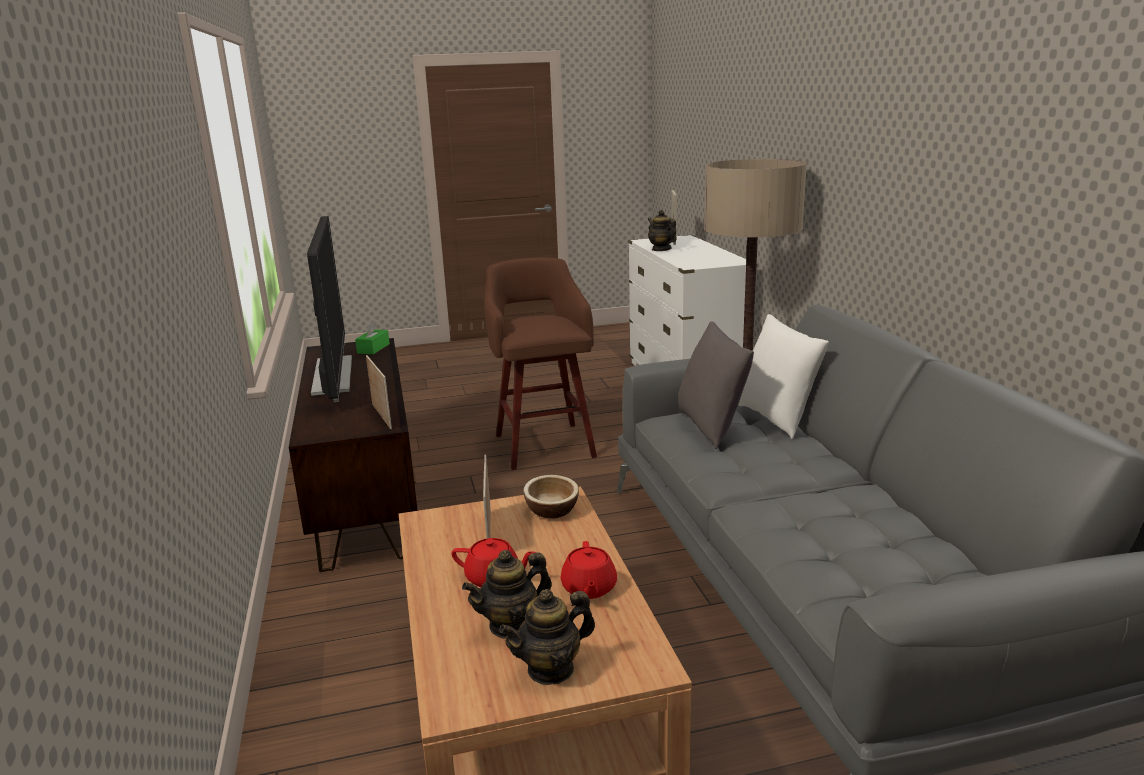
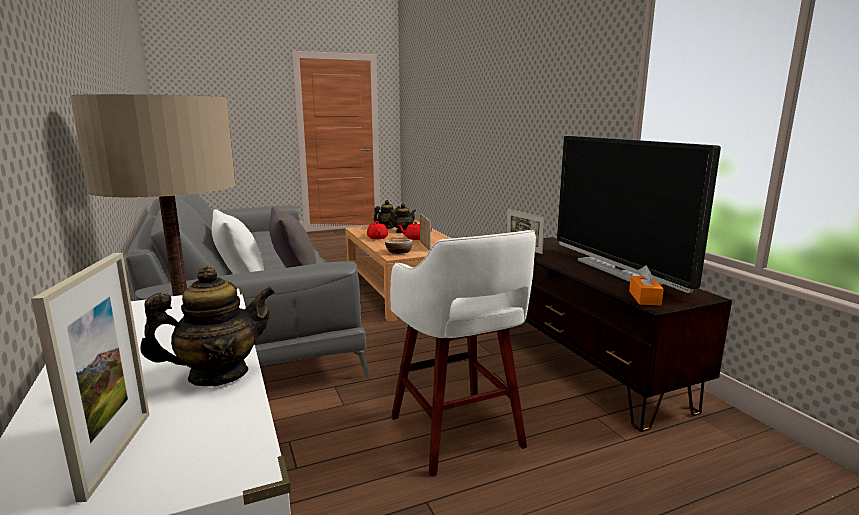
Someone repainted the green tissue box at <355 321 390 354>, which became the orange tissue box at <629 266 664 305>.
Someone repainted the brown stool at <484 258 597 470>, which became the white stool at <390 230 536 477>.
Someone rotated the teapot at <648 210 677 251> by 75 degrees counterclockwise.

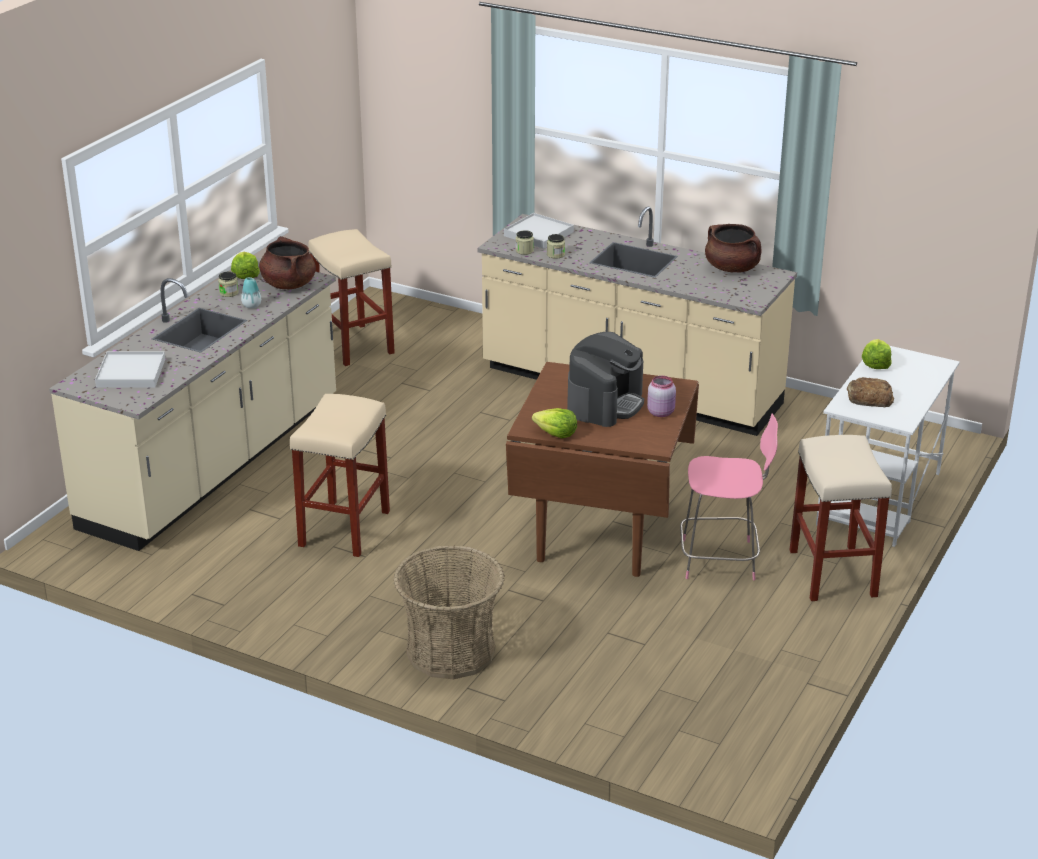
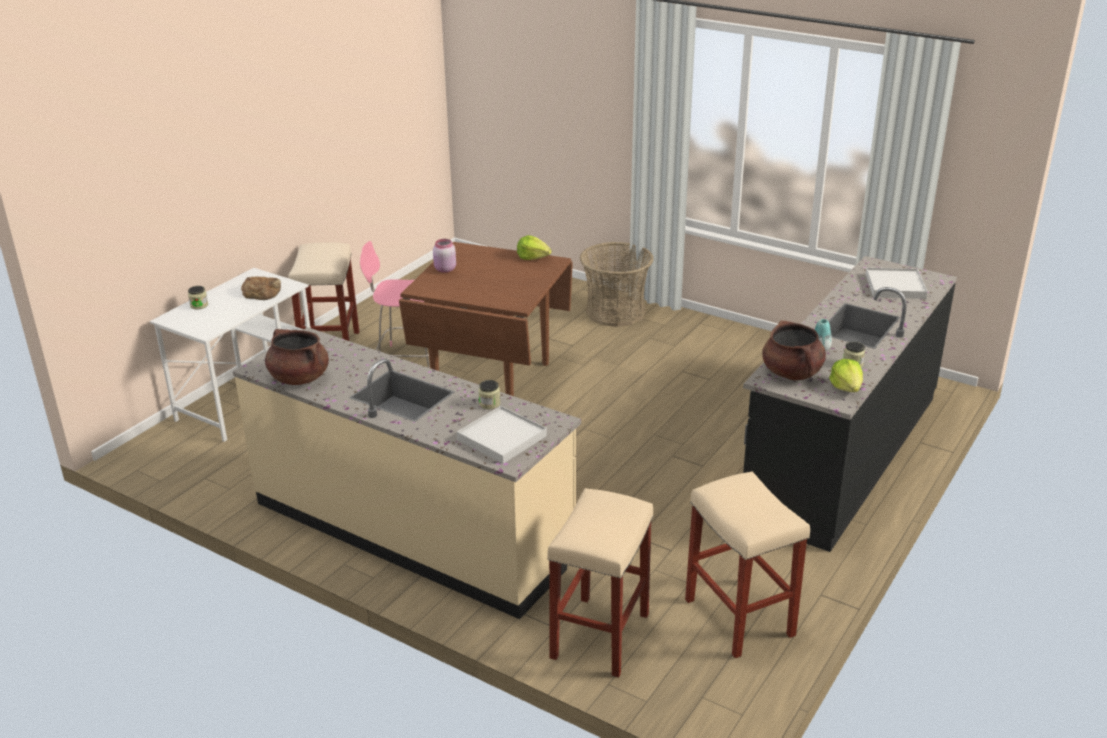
Someone repainted the beige counter at <49 257 336 551>, which became the black counter at <743 256 957 552>.
Someone carried the beige stool from <290 394 390 557> to <547 488 654 677>.
Someone carried the jar from <516 230 534 255> to <188 286 208 309>.
Someone took away the coffee machine at <567 332 644 427>.
Someone took away the lettuce at <862 339 892 369>.

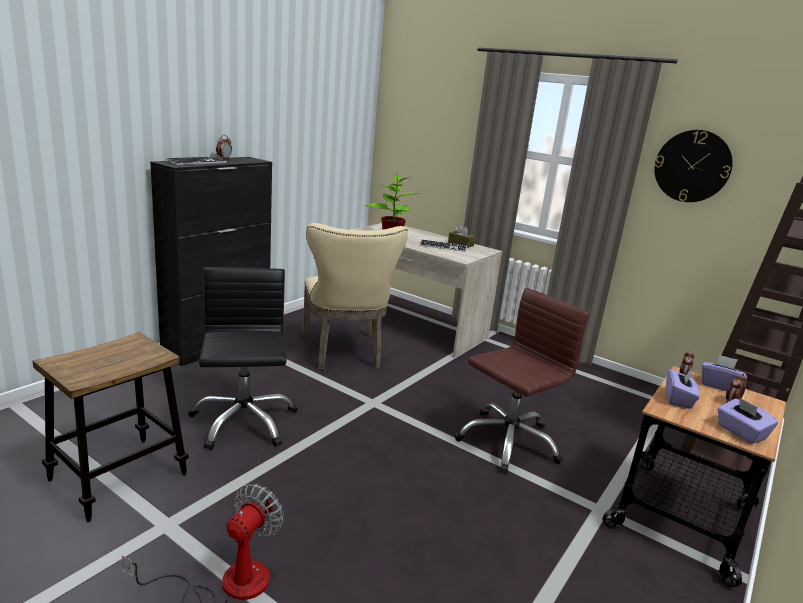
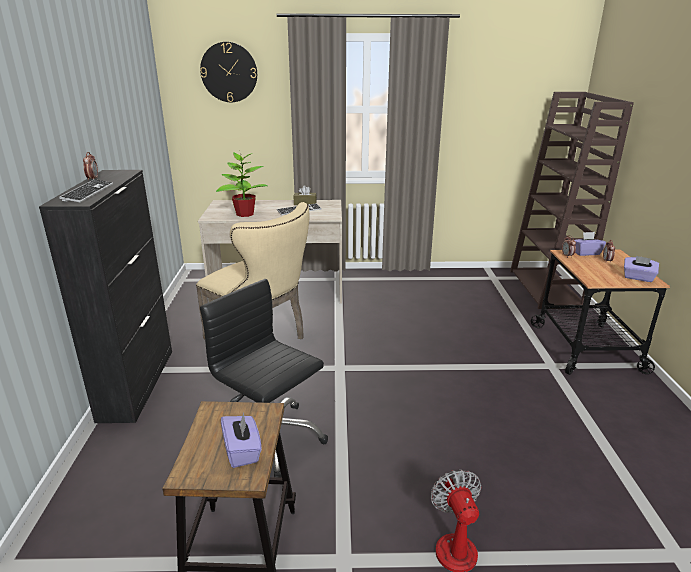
Someone took away the brown office chair at <455 288 589 473>.
Someone carried the wall clock from <654 130 733 202> to <200 42 257 102>.
Someone carried the purple tissue box from <666 369 700 409> to <221 413 262 468>.

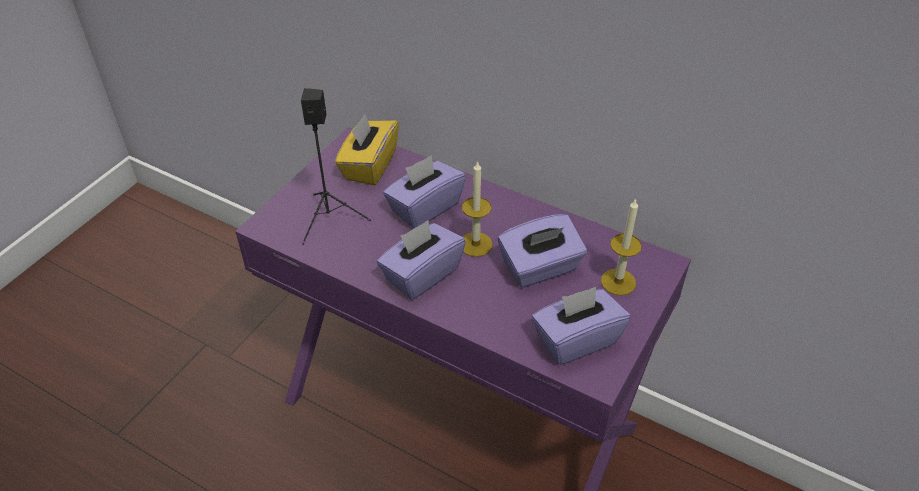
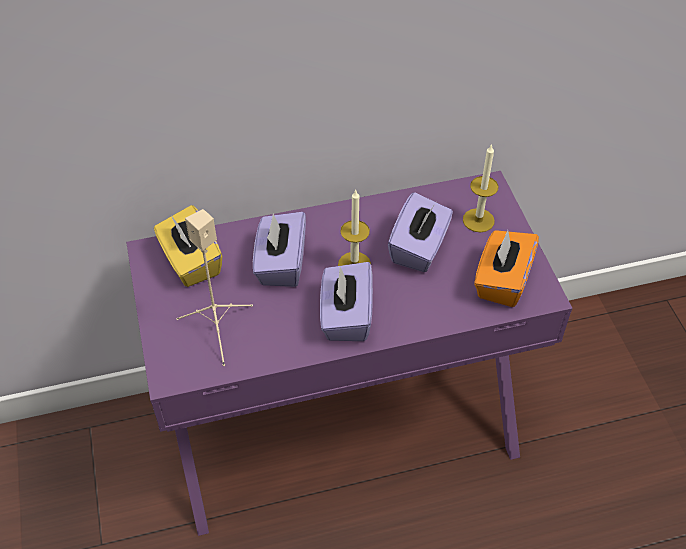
Someone repainted the black speaker at <301 88 371 245>, which became the beige speaker at <176 209 253 366>.
Someone repainted the purple tissue box at <532 287 630 365>, which became the orange tissue box at <474 230 539 307>.

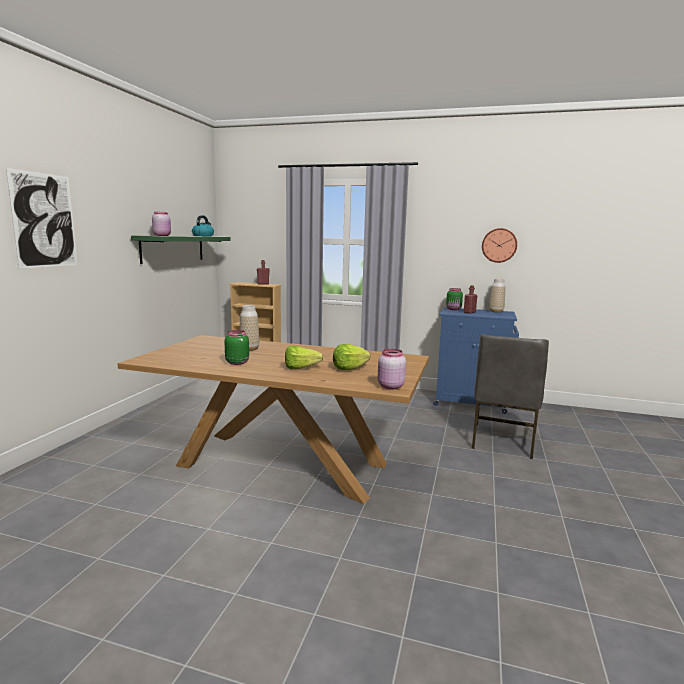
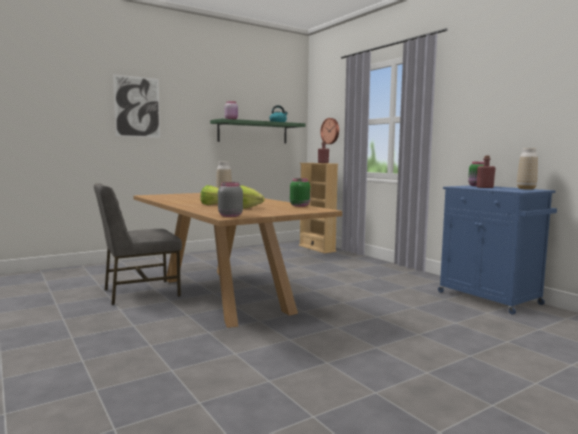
Someone carried the green jar from <225 330 249 365> to <290 178 310 207>.
Someone repainted the pink jar at <378 349 406 389>, which became the grey jar at <218 182 243 217>.
Someone carried the grey chair from <472 334 549 459> to <94 183 182 305>.
Someone carried the wall clock from <482 228 517 263> to <321 118 339 144>.

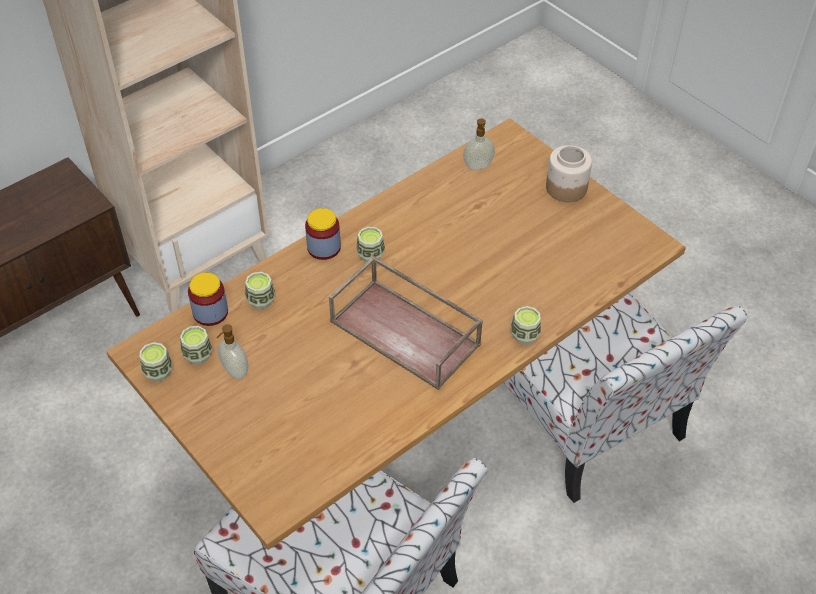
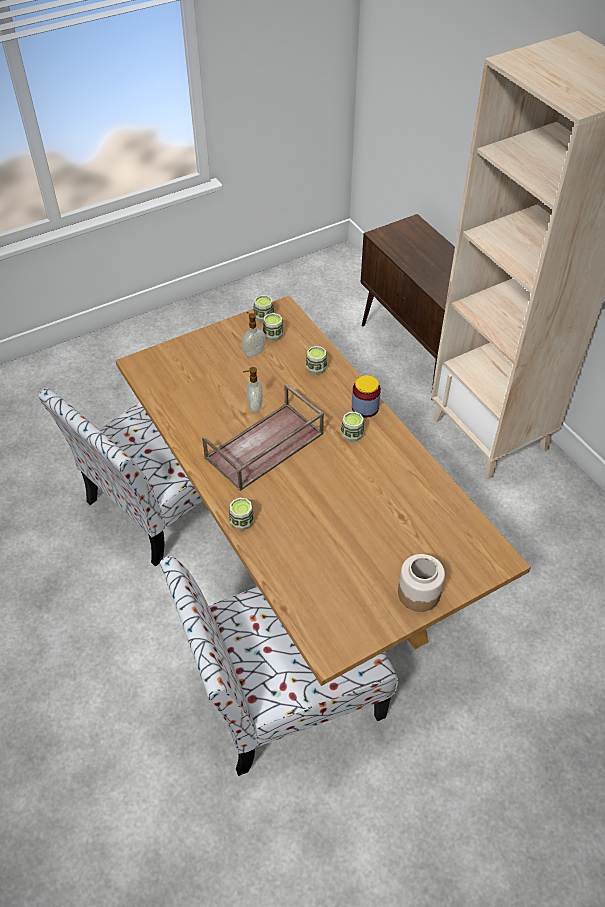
Someone took away the jar at <188 272 228 326>.
Someone carried the soap dispenser from <463 118 495 170> to <243 367 263 413>.

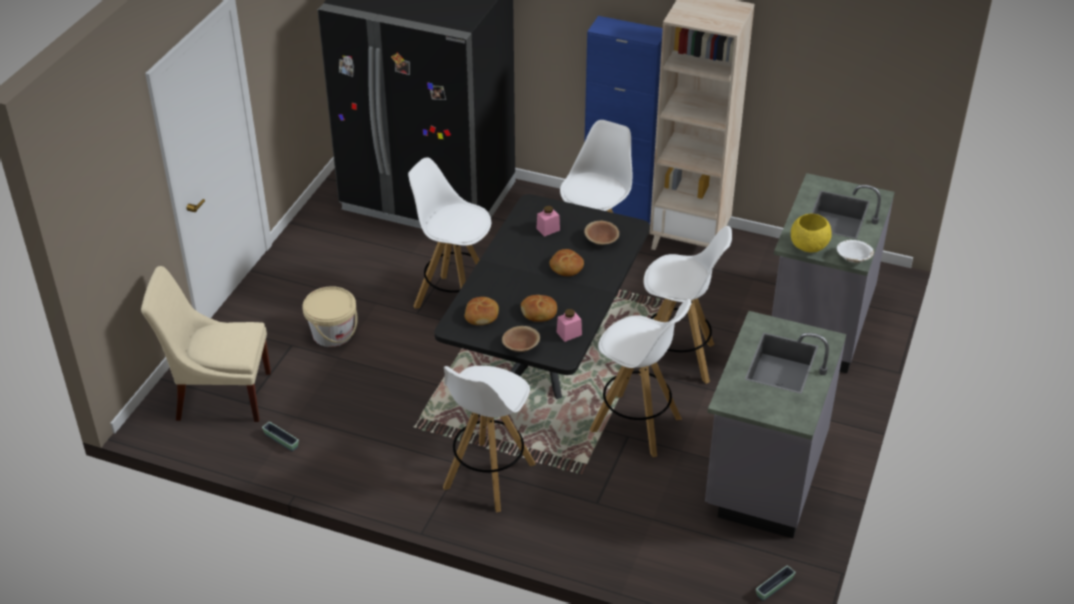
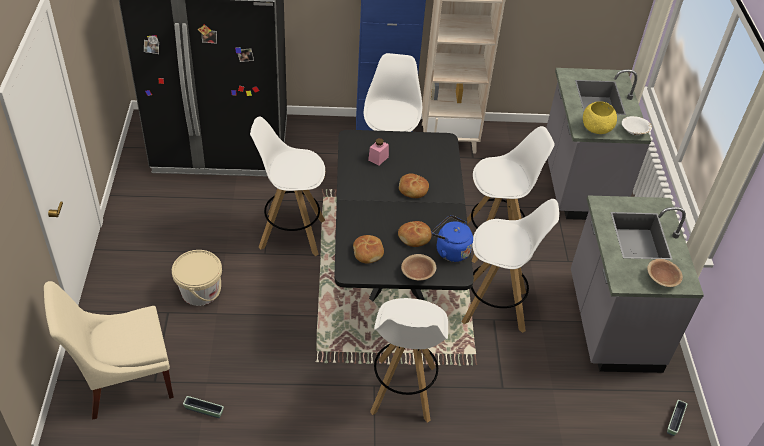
Someone swapped the pink jar at <557 309 582 342> for the blue kettle at <432 215 473 262>.
Someone carried the brown bowl from <584 221 619 245> to <647 259 683 287>.

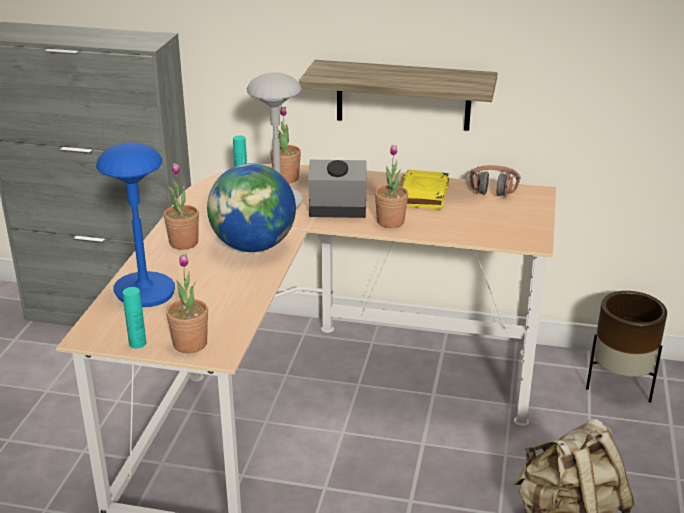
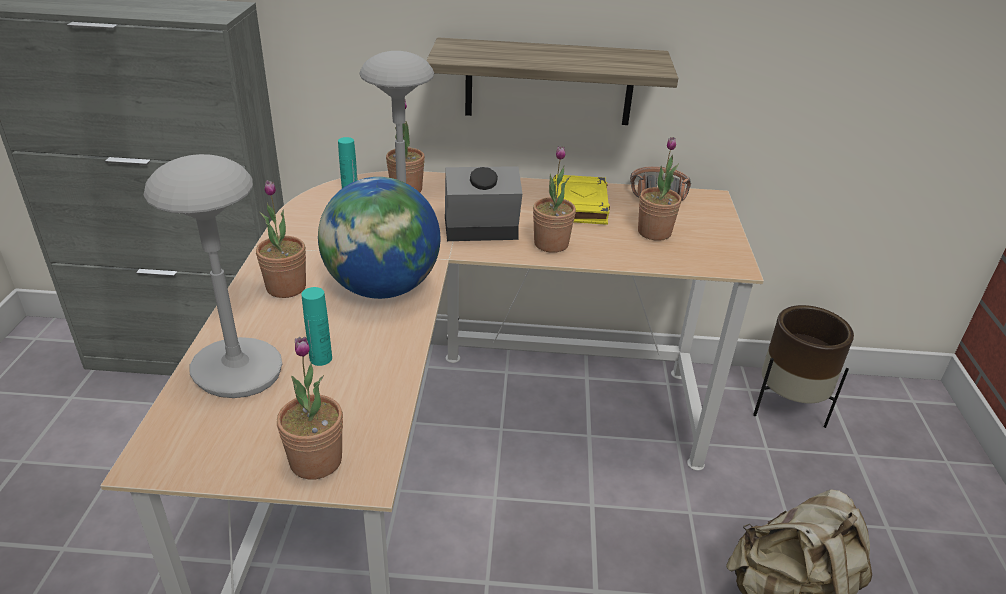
Someone repainted the blue table lamp at <96 142 175 307>, which became the grey table lamp at <144 154 282 398>.
Someone carried the turquoise bottle from <123 287 146 349> to <301 287 332 366>.
Someone put down the potted plant at <638 137 681 241>.

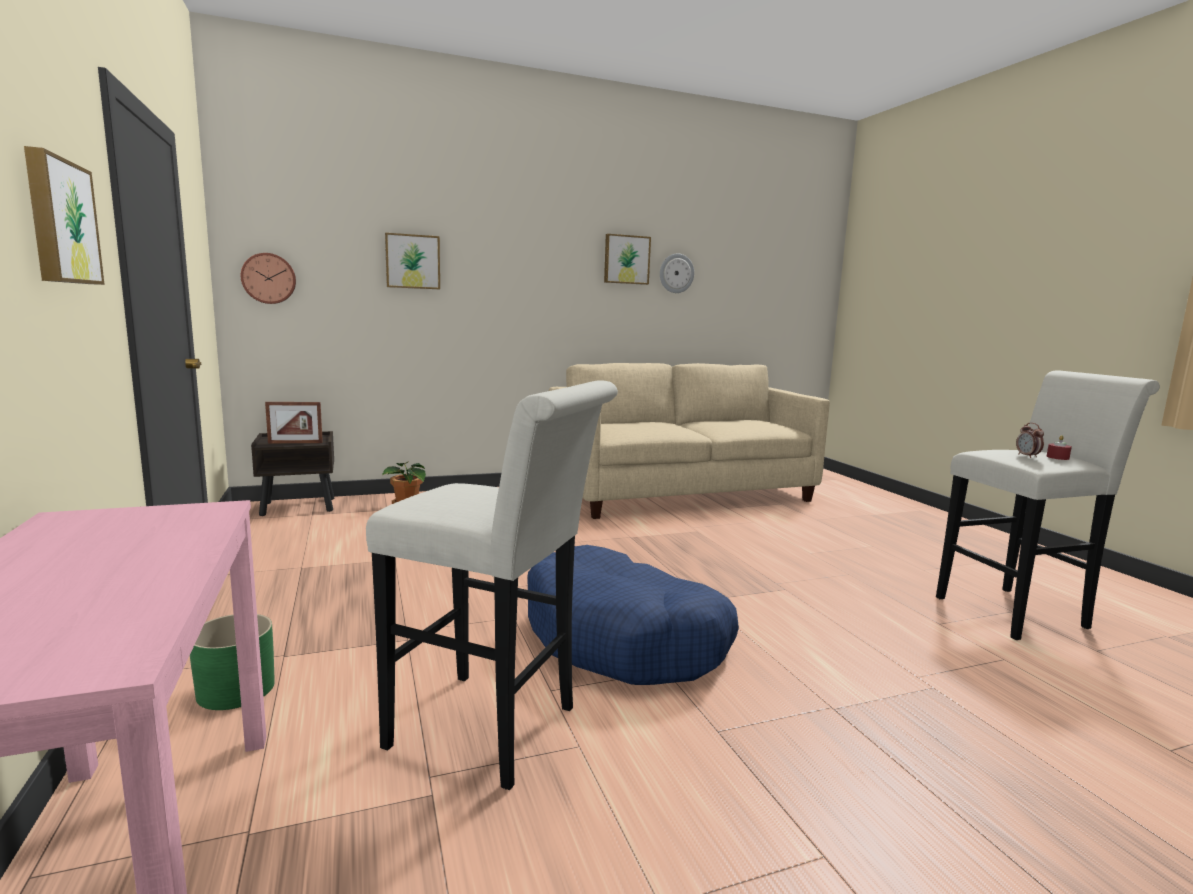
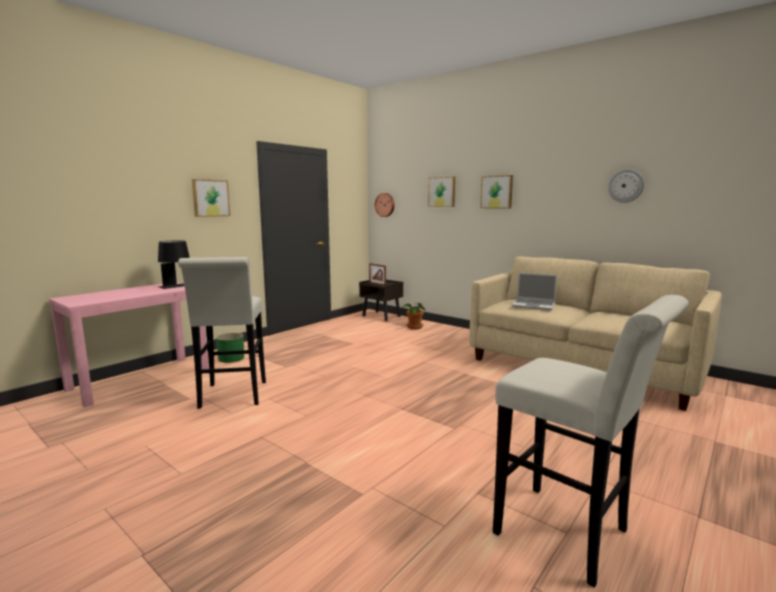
Someone took away the blue dog bed at <527 545 739 685>.
Someone carried the picture from <604 234 651 285> to <480 175 513 209>.
Someone took away the alarm clock at <1016 422 1044 458>.
Someone took away the red candle at <1047 435 1072 460>.
Someone put down the black table lamp at <158 240 190 289>.
Someone put down the laptop at <512 273 557 311>.

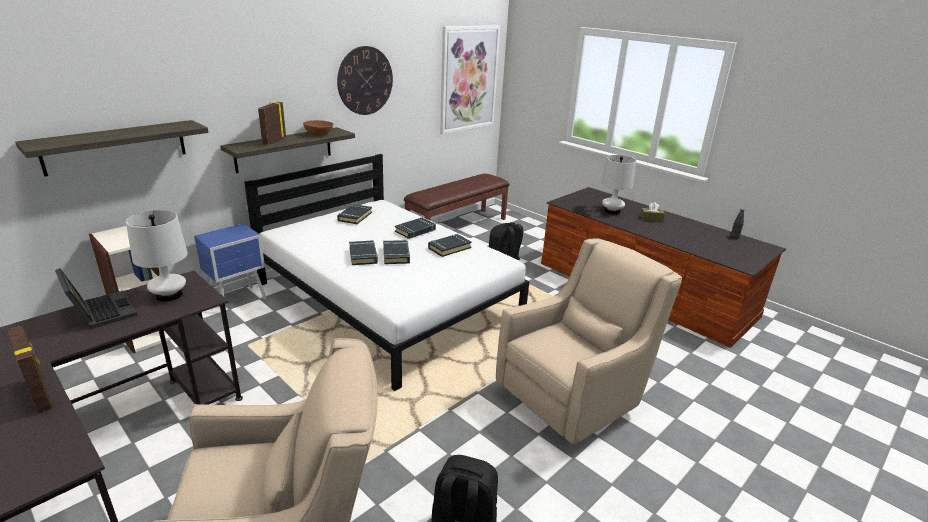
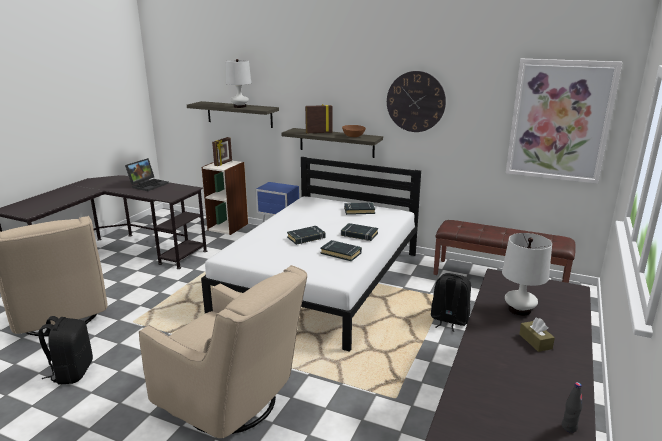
Someone carried the picture frame from <7 326 53 414> to <212 137 232 166>.
Someone carried the white table lamp from <126 210 188 302> to <225 59 251 108>.
Someone took away the black book at <349 240 378 265>.

